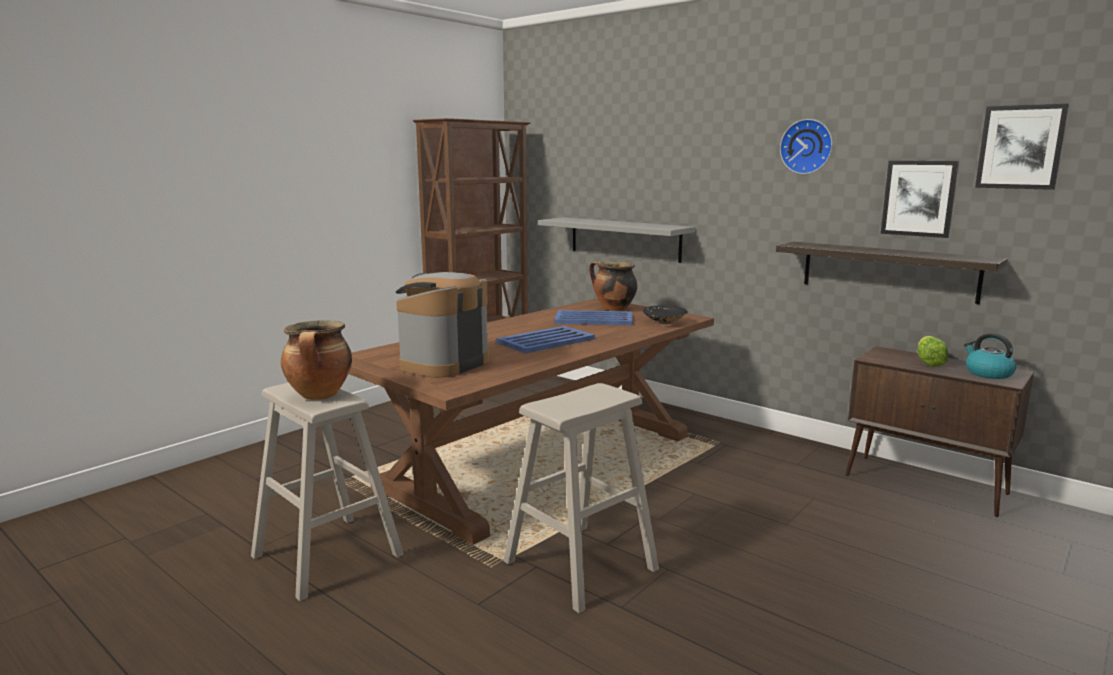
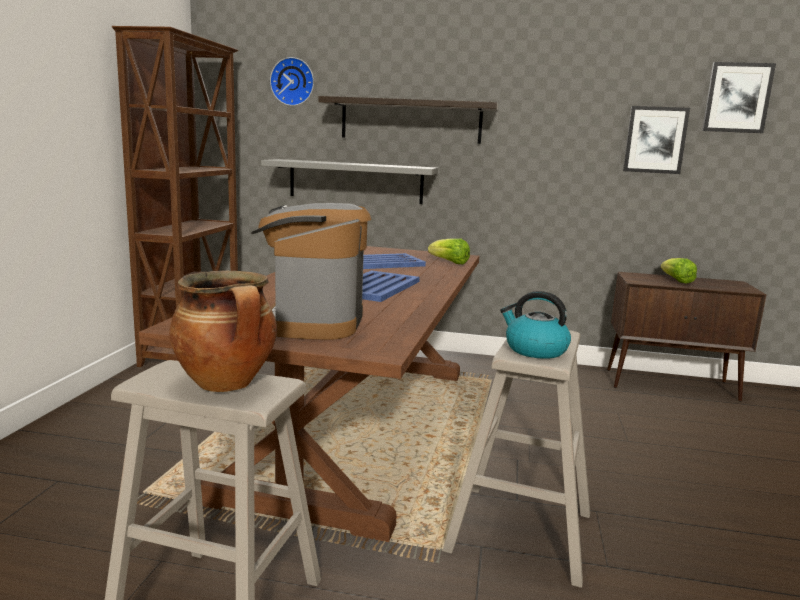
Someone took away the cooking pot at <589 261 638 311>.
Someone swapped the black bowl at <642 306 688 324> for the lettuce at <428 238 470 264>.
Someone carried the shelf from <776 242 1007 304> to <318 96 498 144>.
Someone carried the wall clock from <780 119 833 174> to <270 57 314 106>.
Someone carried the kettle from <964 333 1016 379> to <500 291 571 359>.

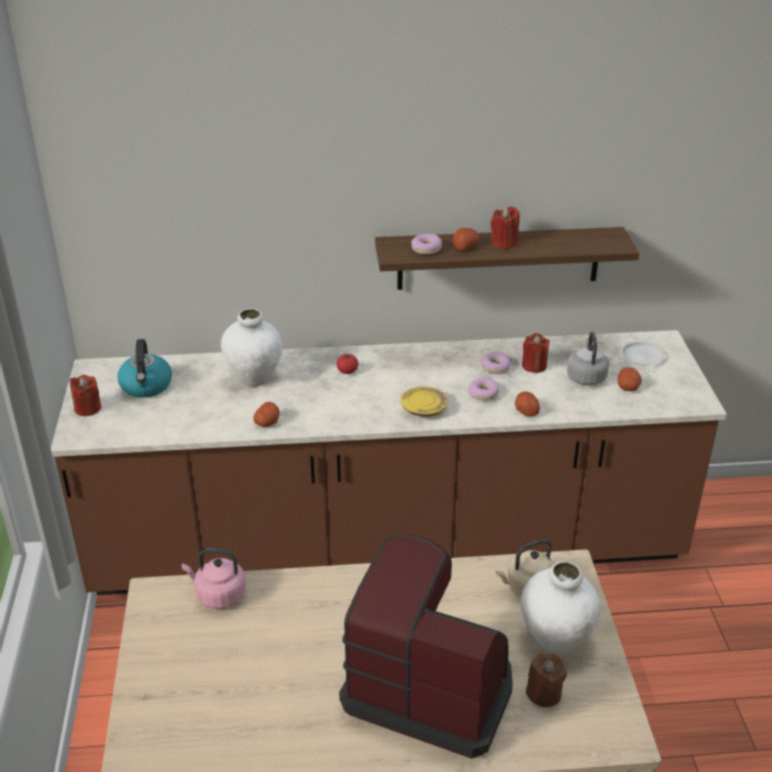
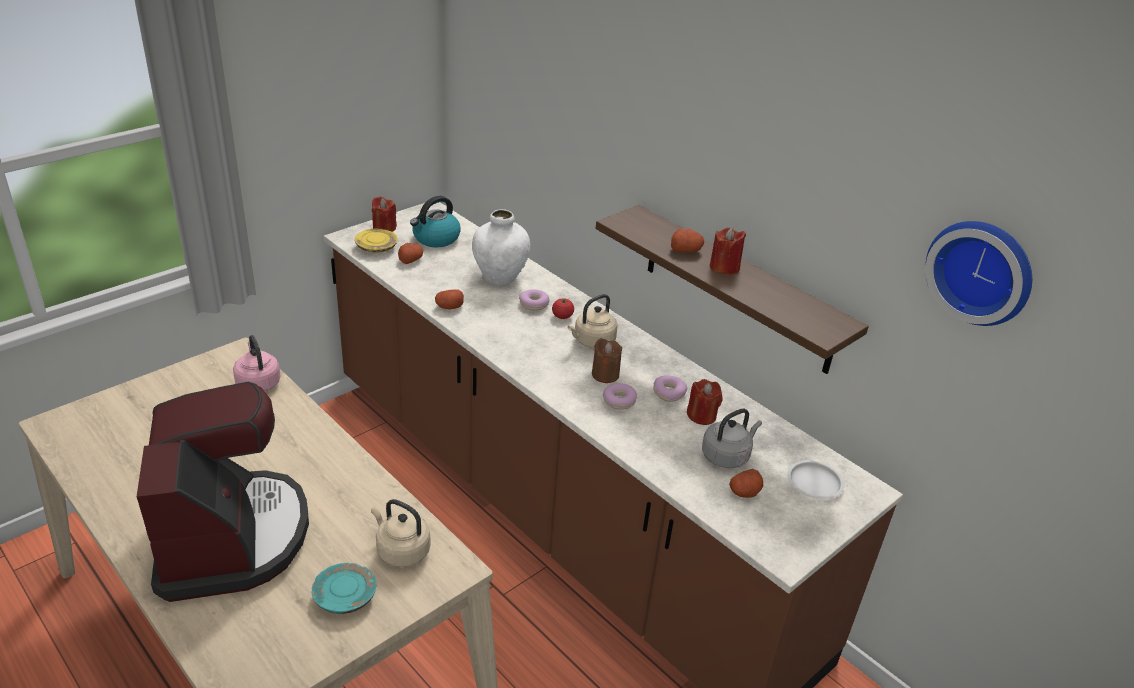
Someone carried the yellow plate from <401 386 448 417> to <355 229 398 253>.
Someone carried the donut from <411 234 442 255> to <519 290 550 311>.
Someone carried the potato from <515 392 540 416> to <398 243 423 264>.
Someone swapped the white vase at <521 561 601 656> for the turquoise plate at <312 563 377 614>.
Someone carried the brown candle from <526 653 567 707> to <592 338 622 383>.
Someone put down the beige kettle at <567 294 618 349>.
Someone put up the wall clock at <925 221 1032 326>.

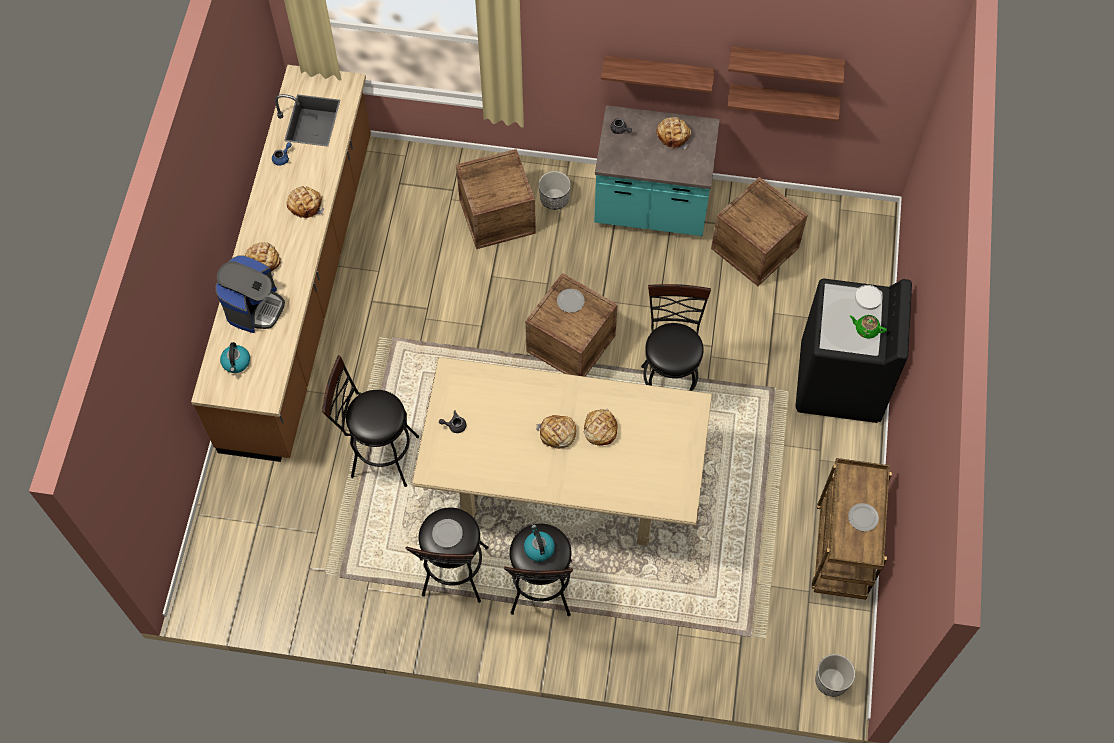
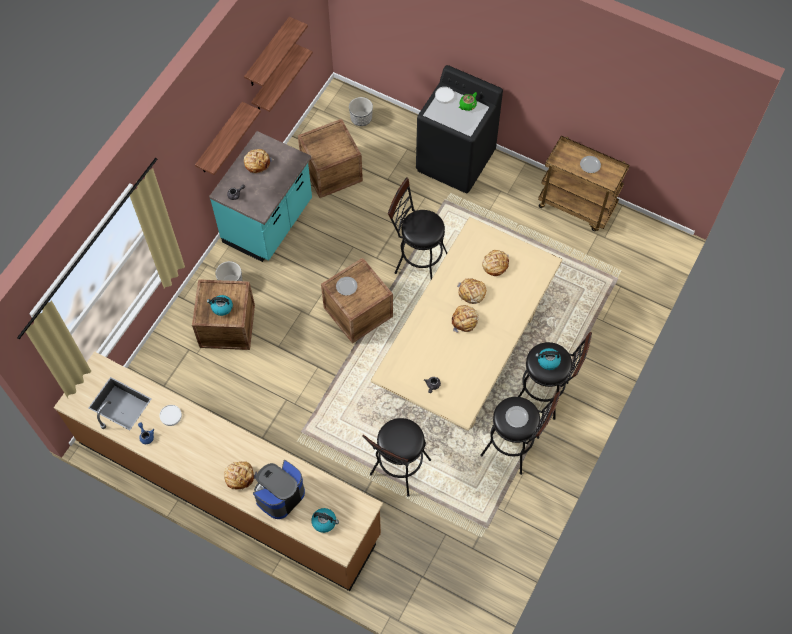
Someone rotated the coffee machine at <215 255 285 333> by 90 degrees counterclockwise.
Someone carried the bread from <287 186 324 218> to <482 250 509 276>.
Someone carried the planter from <815 654 855 697> to <349 97 373 126>.
Someone put down the white plate at <160 405 182 426>.
Someone put down the kettle at <207 295 233 316>.

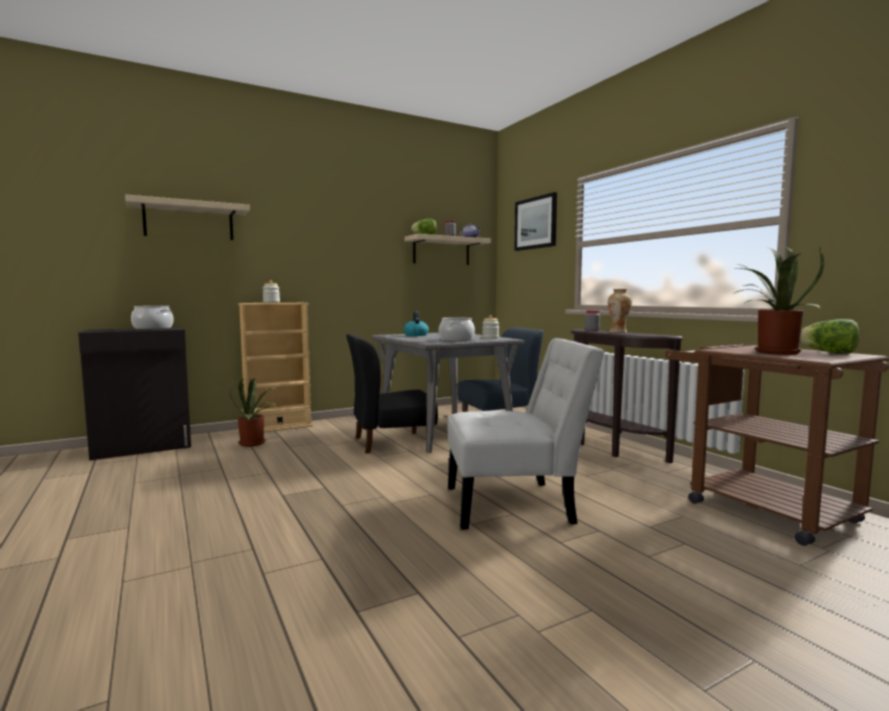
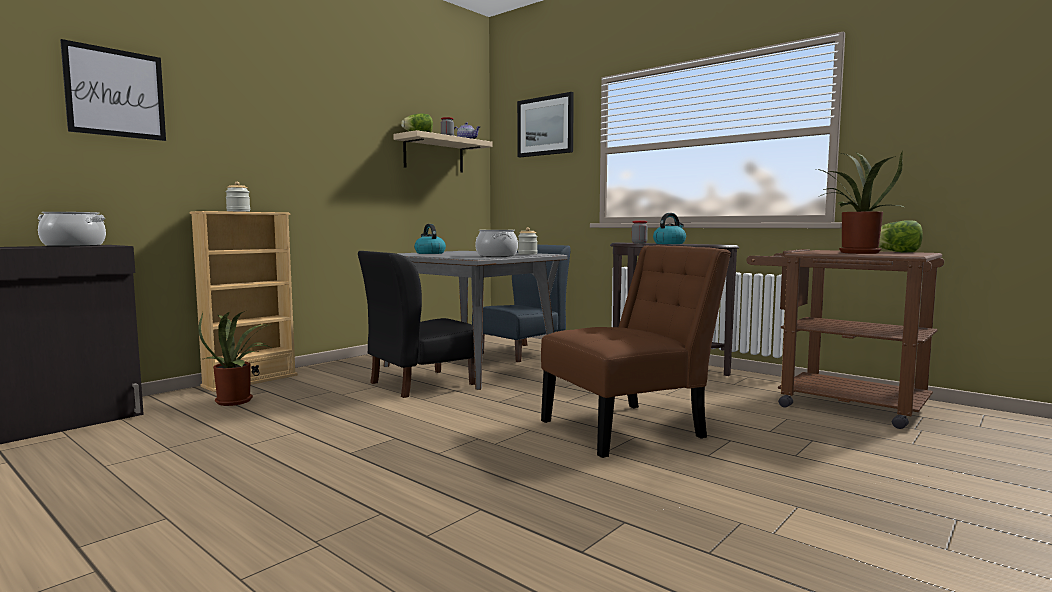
Someone swapped the beige shelf at <125 195 250 240> for the picture at <60 39 166 141>.
Someone repainted the white chair at <448 338 604 530>, which became the brown chair at <541 245 731 458>.
Someone swapped the vase at <608 289 632 333> for the kettle at <653 213 686 244>.

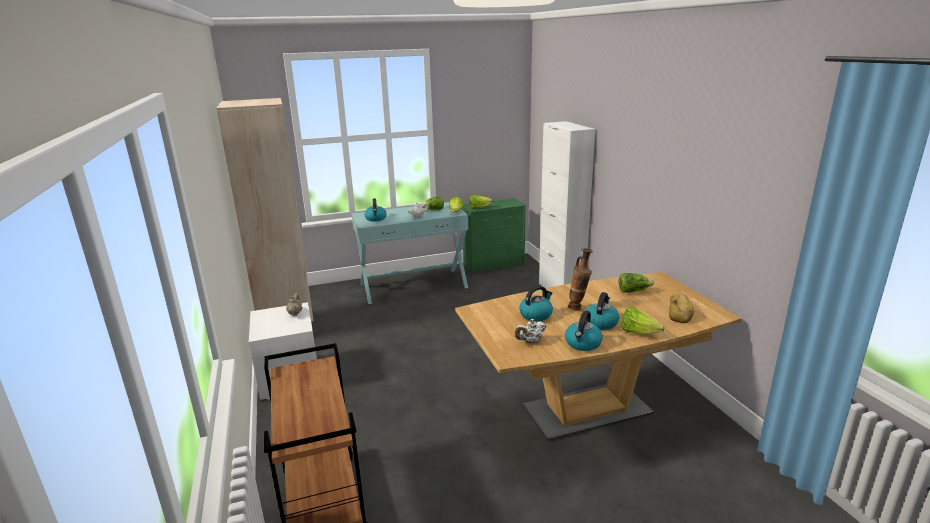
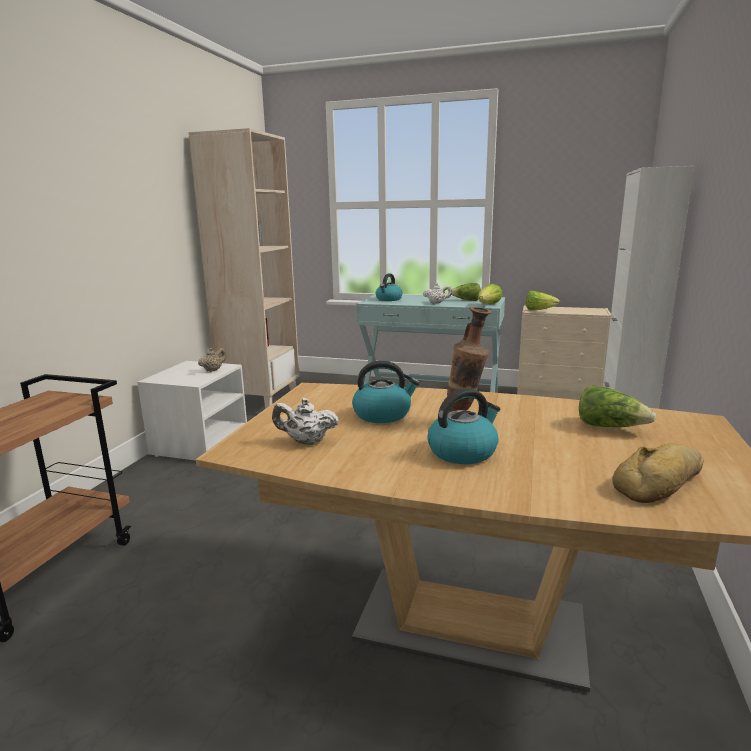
Someone repainted the green dresser at <462 198 526 274>, which became the beige dresser at <517 305 611 400>.
Someone took away the kettle at <565 310 603 351>.
Someone took away the lettuce at <621 307 665 334>.

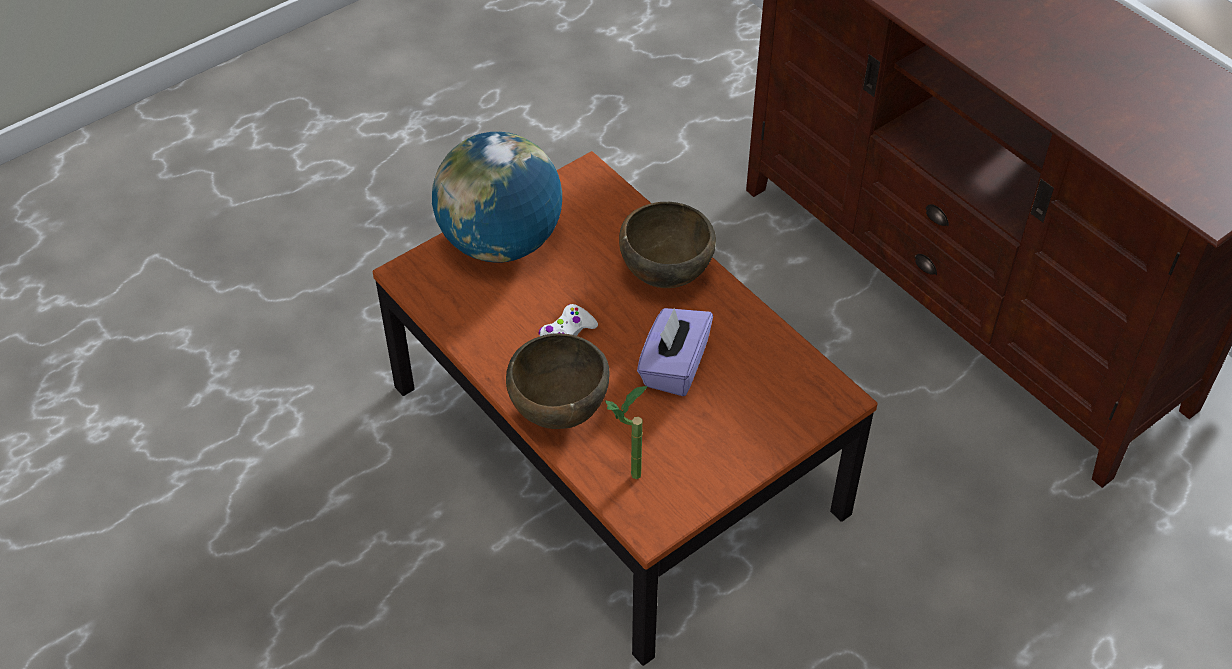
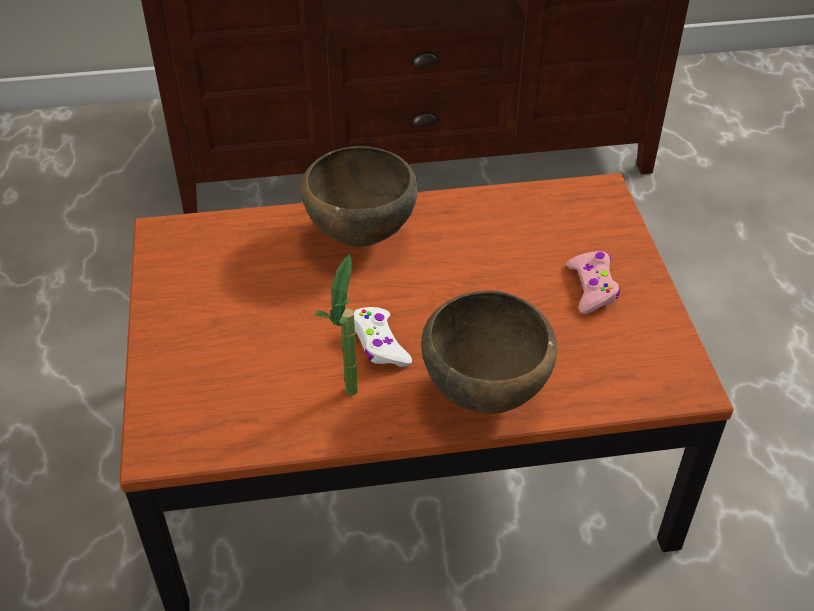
Someone took away the globe at <432 132 562 263>.
Someone carried the potted plant from <605 386 648 479> to <314 254 358 395>.
Someone took away the purple tissue box at <637 308 713 396>.
Someone put down the pink game controller at <567 251 620 314>.

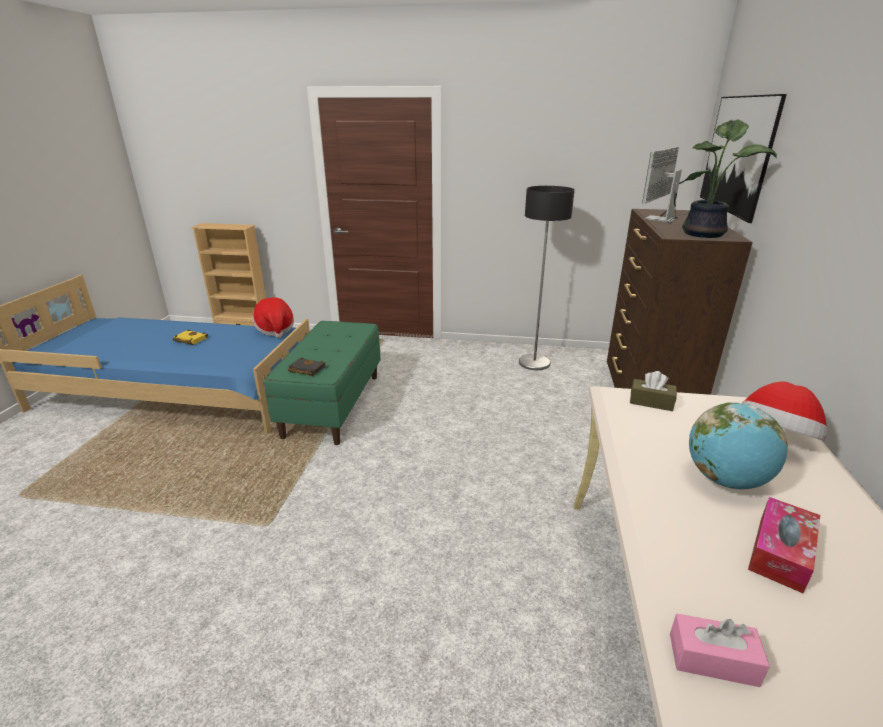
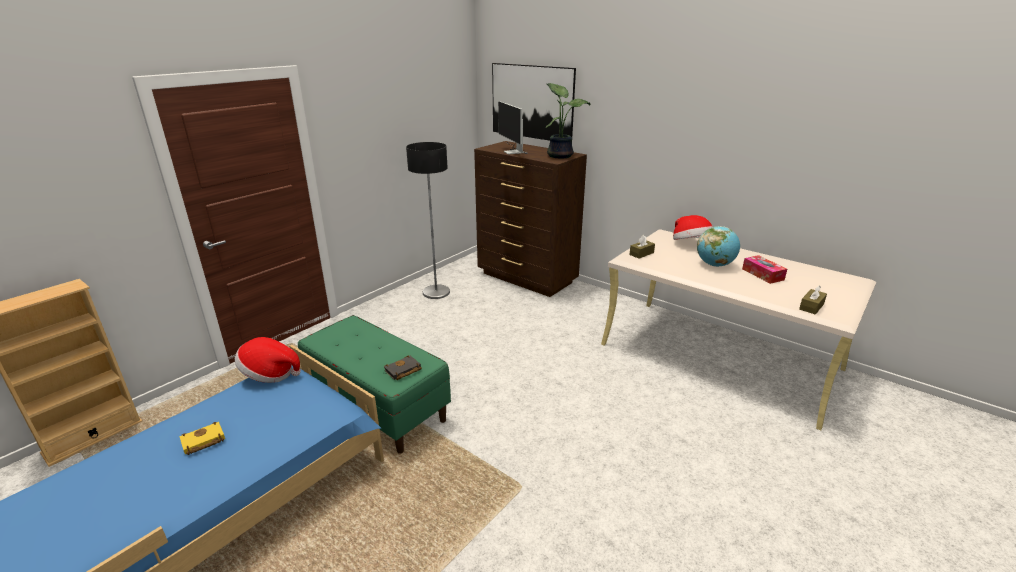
Someone repainted the pink tissue box at <670 614 770 687>, which became the brown tissue box at <799 285 827 314>.

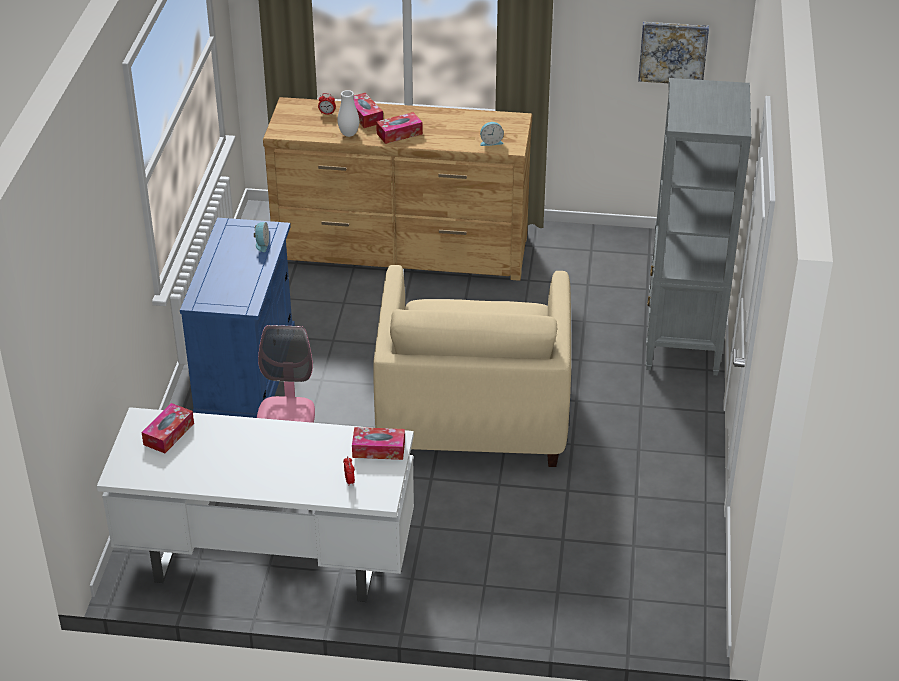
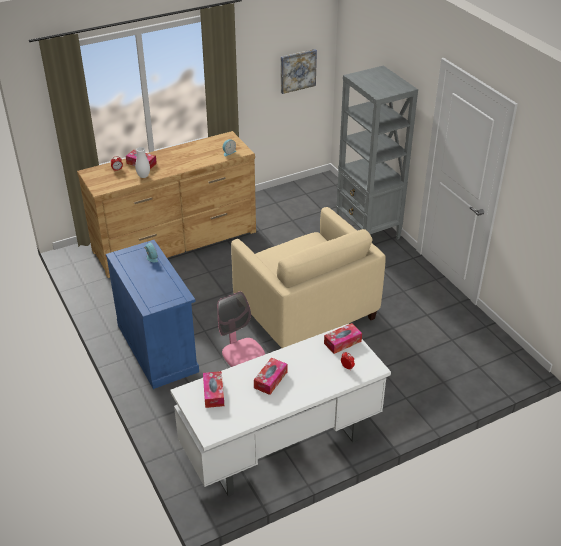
Someone carried the tissue box from <376 112 423 144> to <254 357 287 395>.

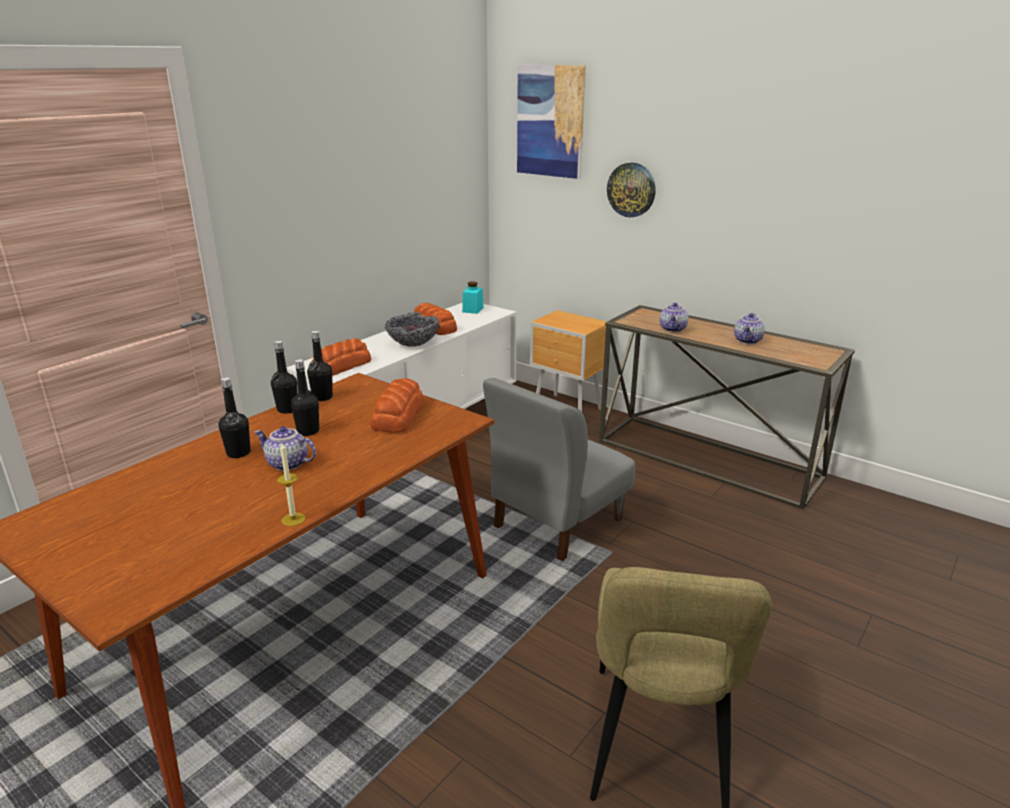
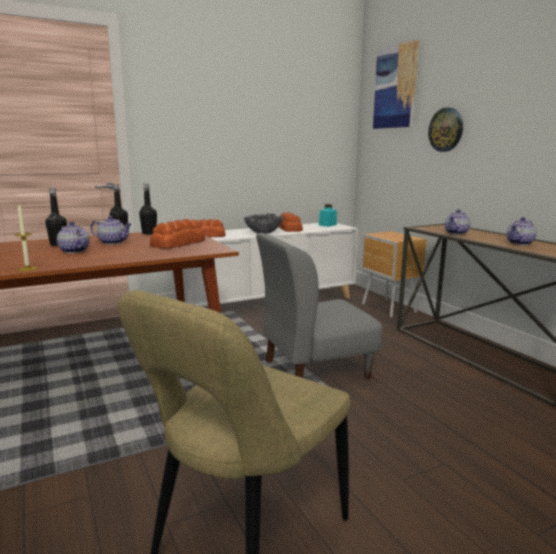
Someone swapped the black bottle at <291 359 319 436> for the teapot at <90 216 132 245>.

